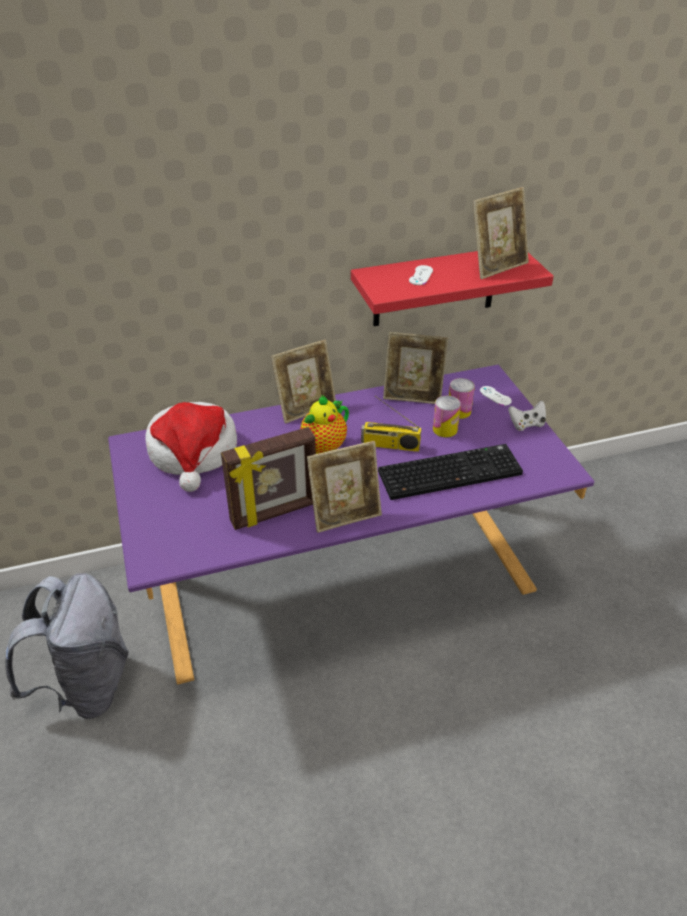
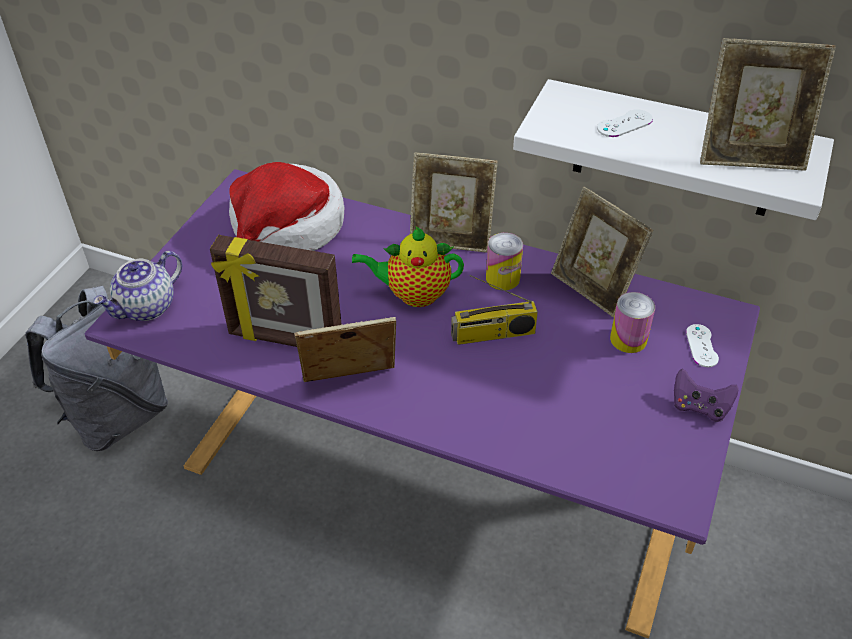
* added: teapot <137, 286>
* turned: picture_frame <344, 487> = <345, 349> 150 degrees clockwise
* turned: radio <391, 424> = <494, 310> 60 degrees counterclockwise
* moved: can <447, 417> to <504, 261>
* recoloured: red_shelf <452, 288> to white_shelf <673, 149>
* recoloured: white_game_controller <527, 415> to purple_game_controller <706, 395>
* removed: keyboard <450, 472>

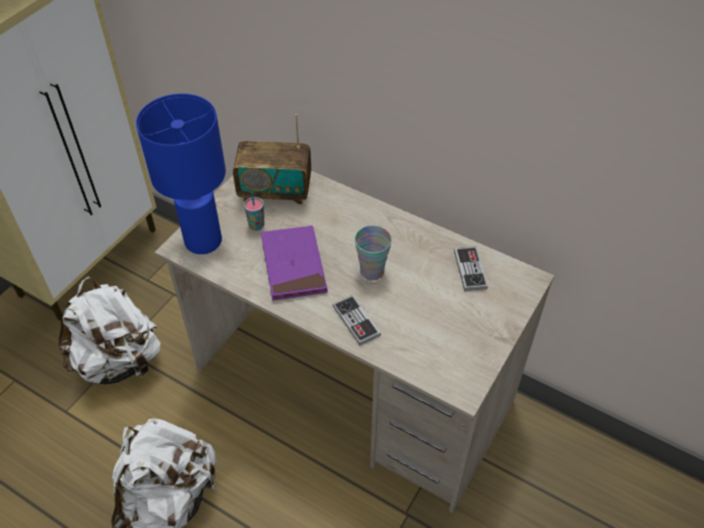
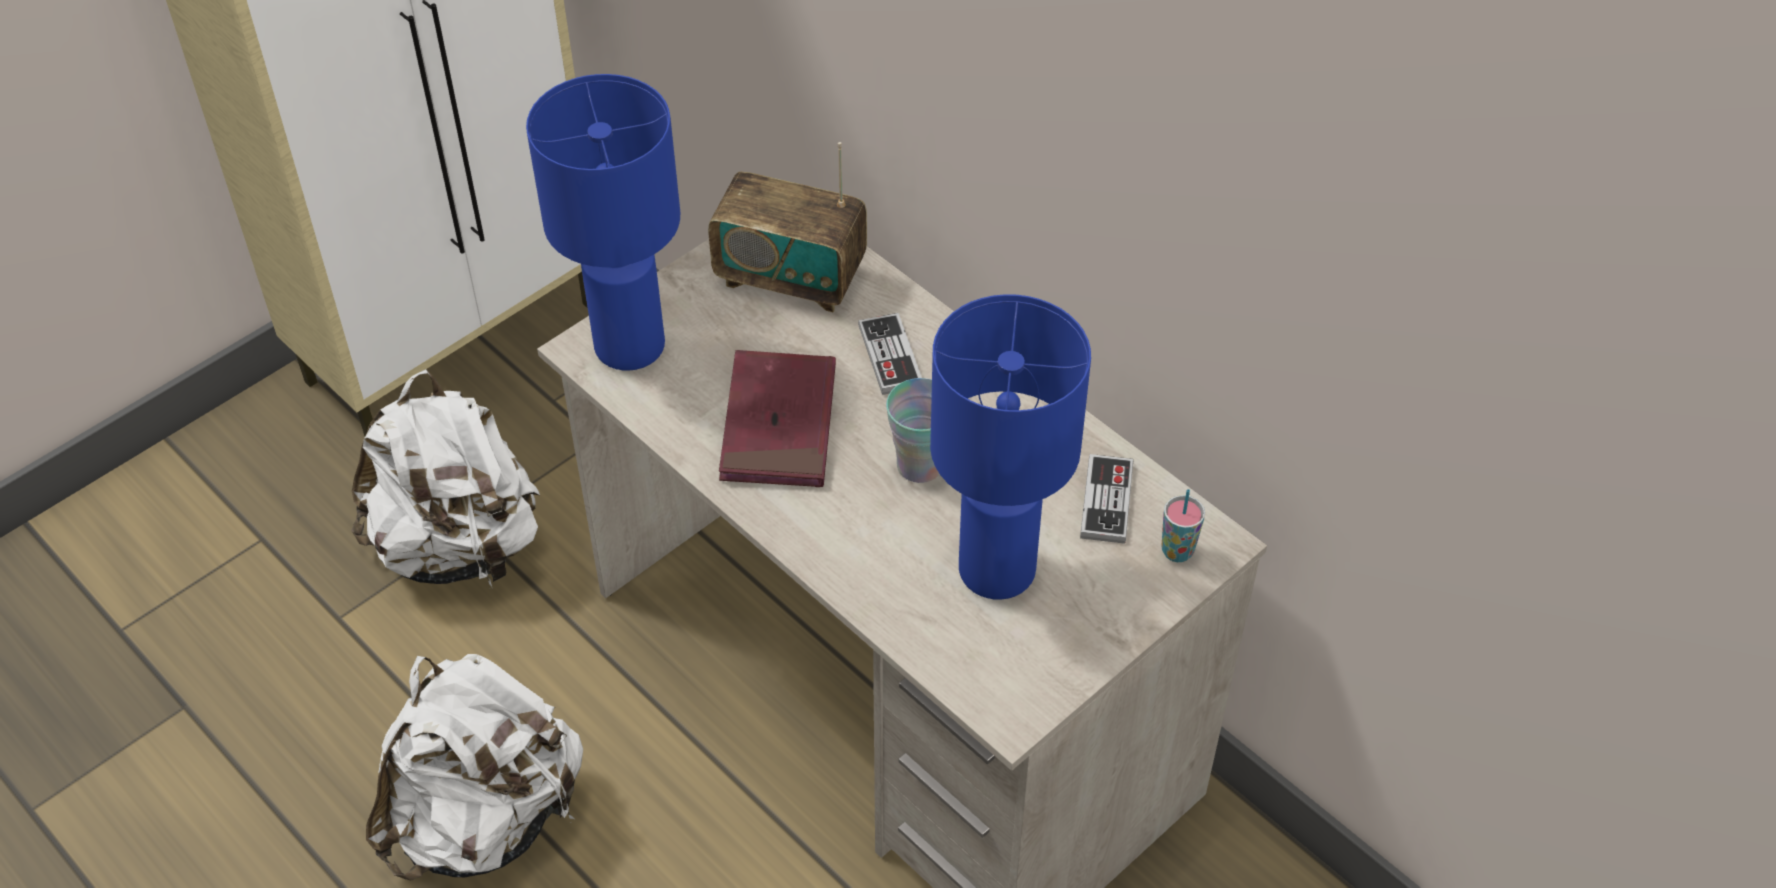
* recoloured: purple_book <294, 263> to red_book <777, 418>
* moved: game_controller <357, 320> to <890, 354>
* added: blue_table_lamp <1010, 447>
* moved: cup <254, 211> to <1183, 525>

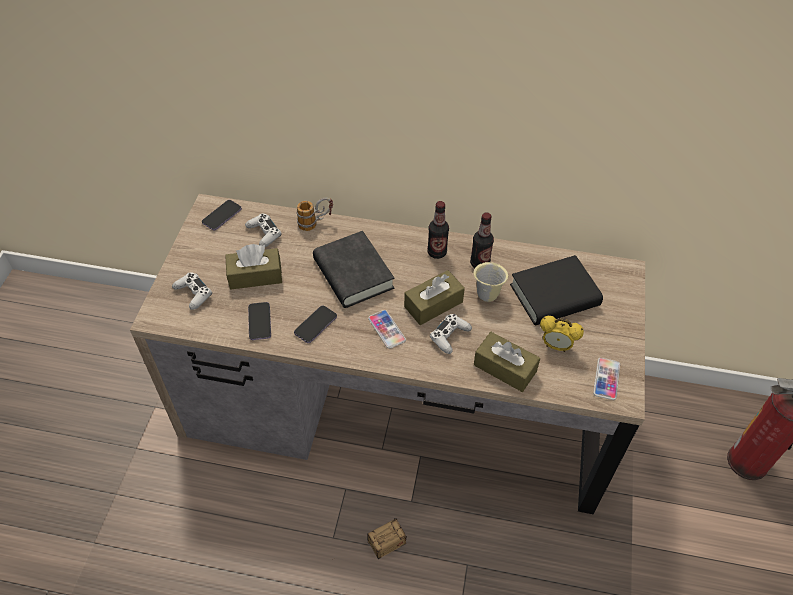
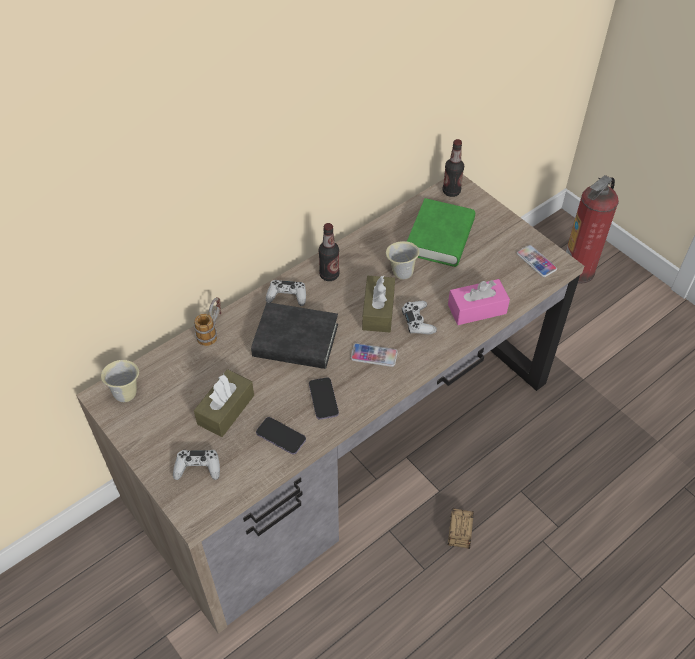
* replaced: phone <222, 215> to beige_mug <120, 381>
* moved: white_game_controller <263, 230> to <286, 293>
* recoloured: black_book <556, 290> to green_book <441, 232>
* moved: bottle <482, 240> to <453, 168>
* recoloured: brown_tissue_box <507, 362> to pink_tissue_box <479, 302>
* removed: alarm_clock <562, 334>

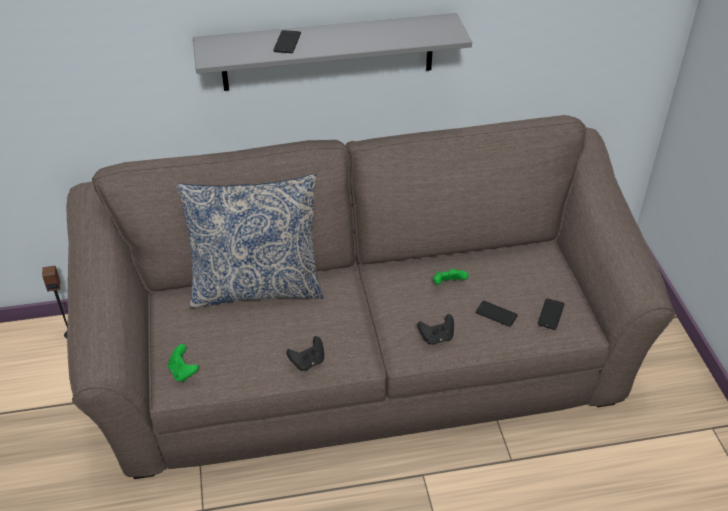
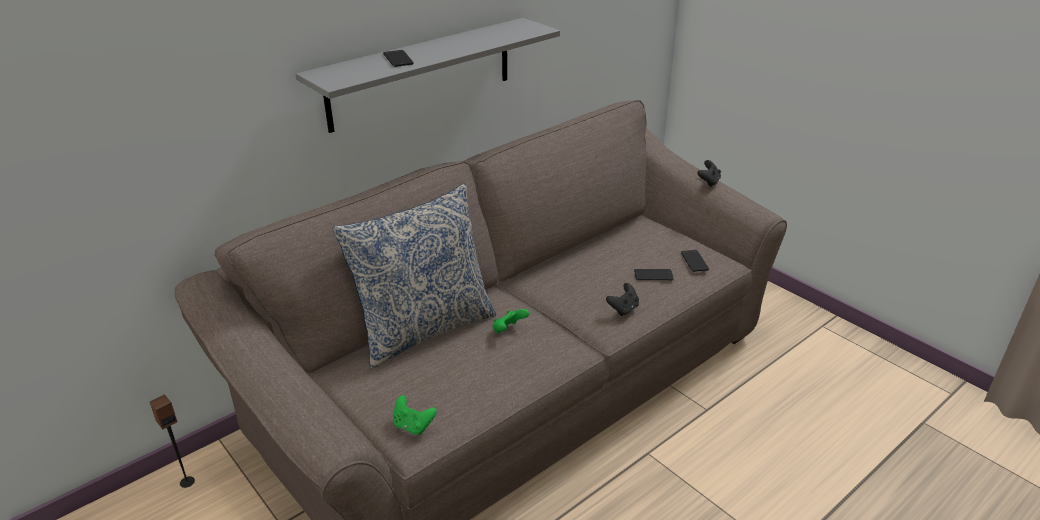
* moved: green_game_controller <451, 276> to <510, 321>
* moved: black_game_controller <305, 353> to <709, 173>

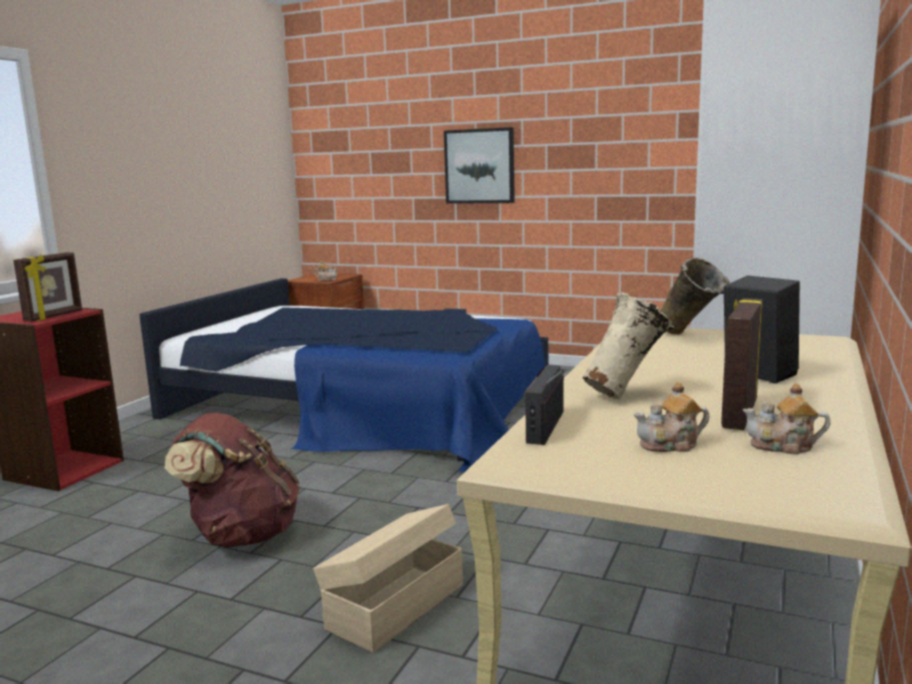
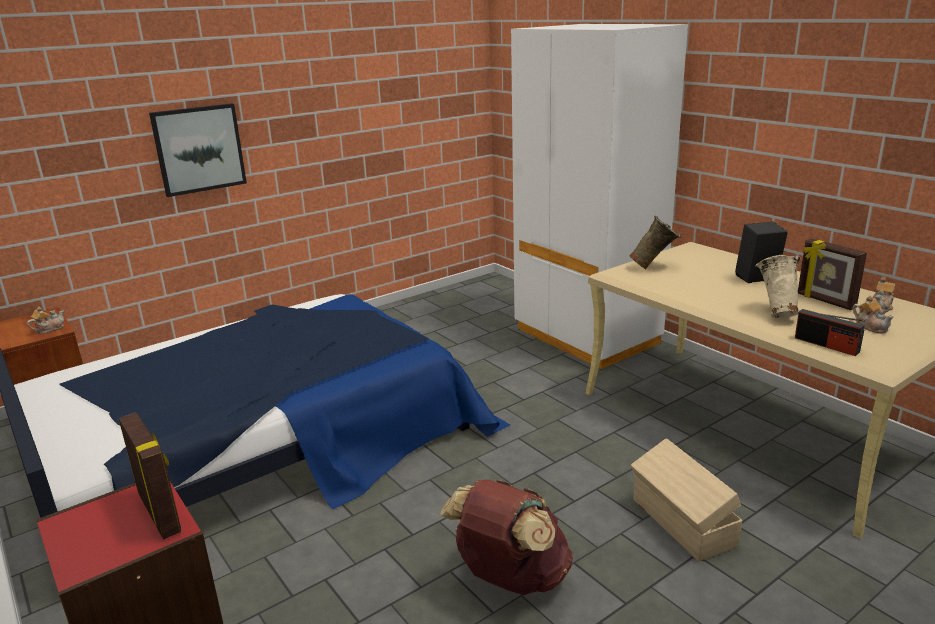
* turned: teapot <671, 417> = <873, 315> 45 degrees counterclockwise

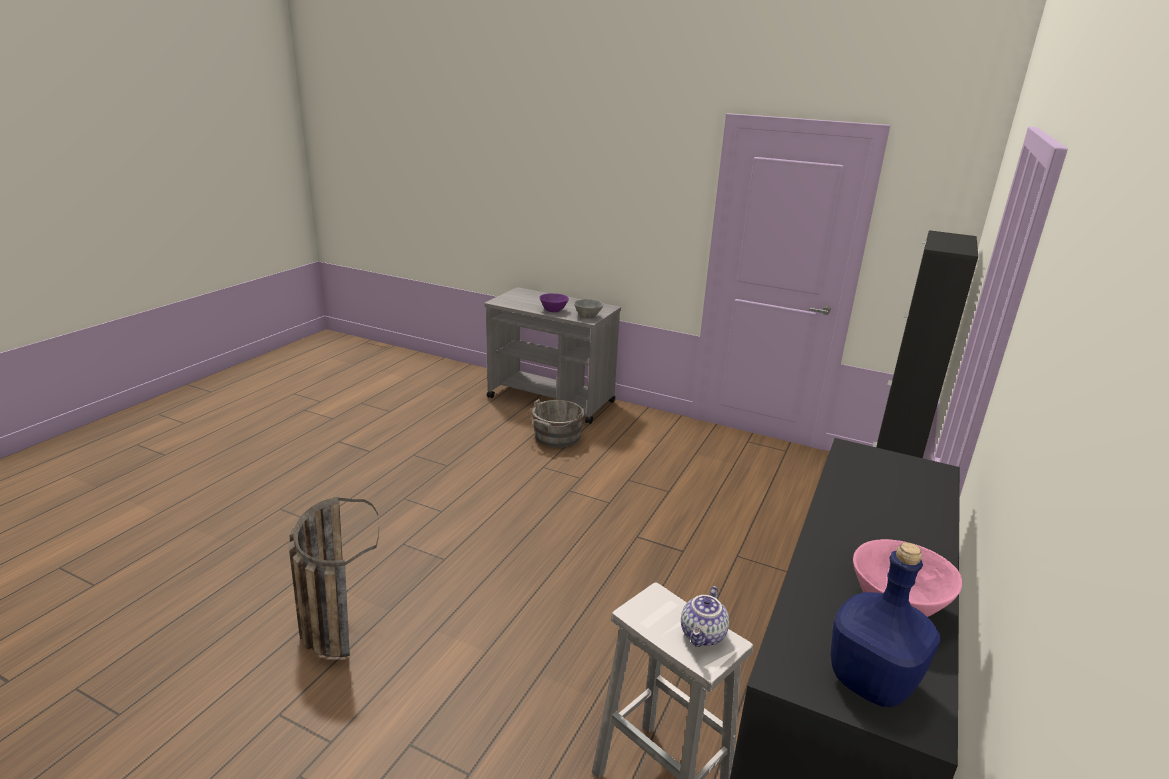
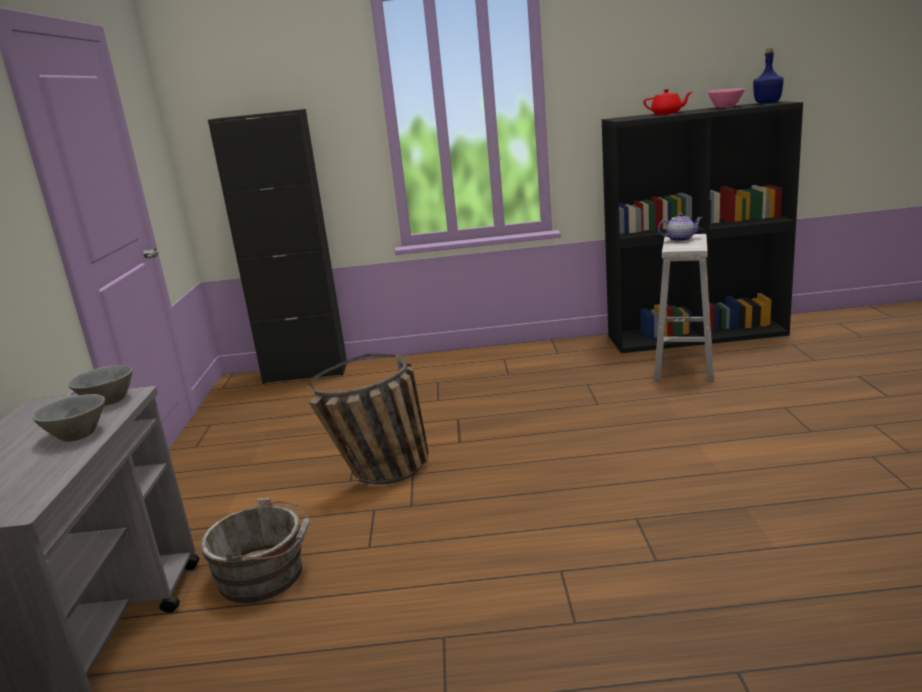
* recoloured: purple_bowl <554, 302> to grey_bowl <68, 418>
* moved: basket <333, 577> to <368, 419>
* added: red_teapot <667, 101>

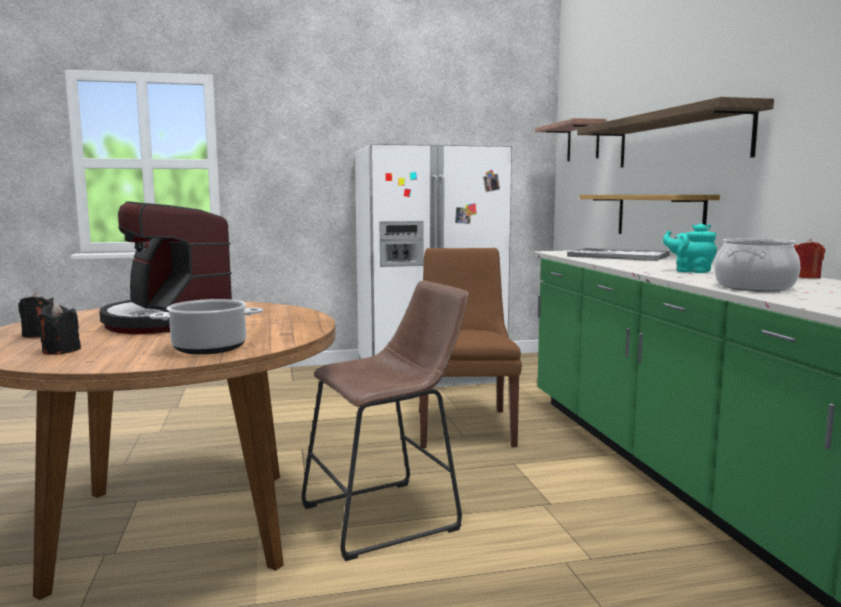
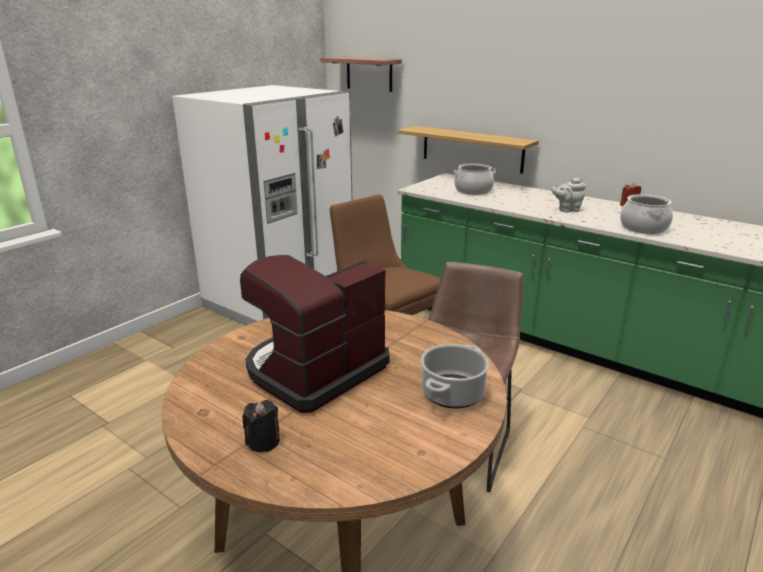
* turned: coffee_machine <166, 267> = <315, 334> 120 degrees clockwise
* replaced: tray <618, 254> to cooking_pot <474, 179>
* recoloured: turquoise_teapot <690, 248> to grey_teapot <568, 195>
* removed: black_candle <58, 329>
* removed: shelf <675, 132>

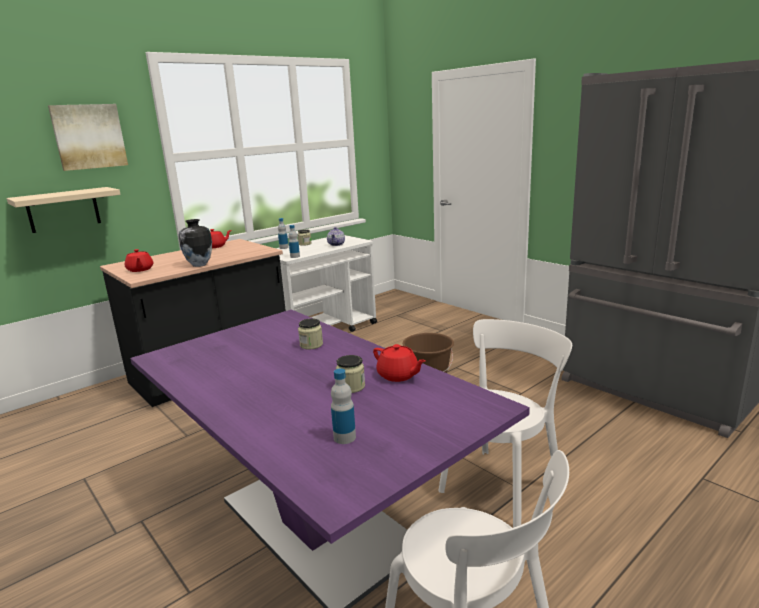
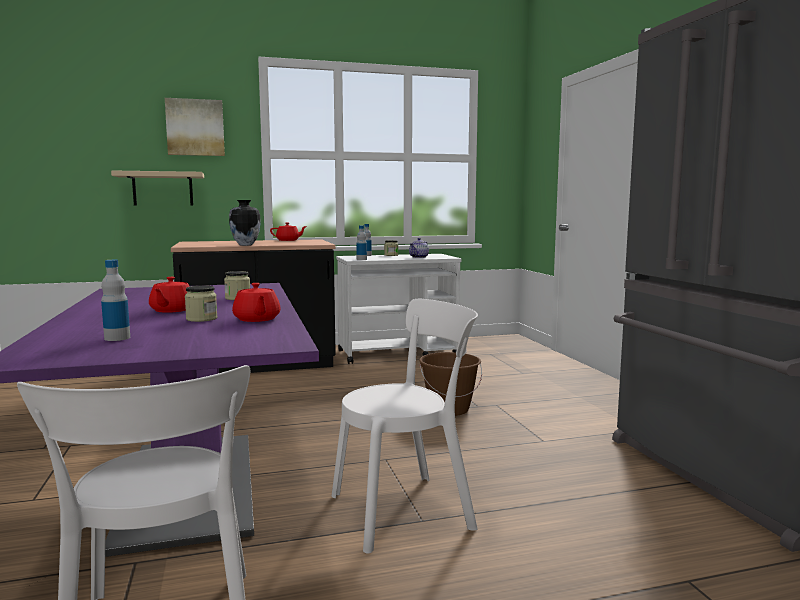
* moved: red_teapot <139, 260> to <169, 295>

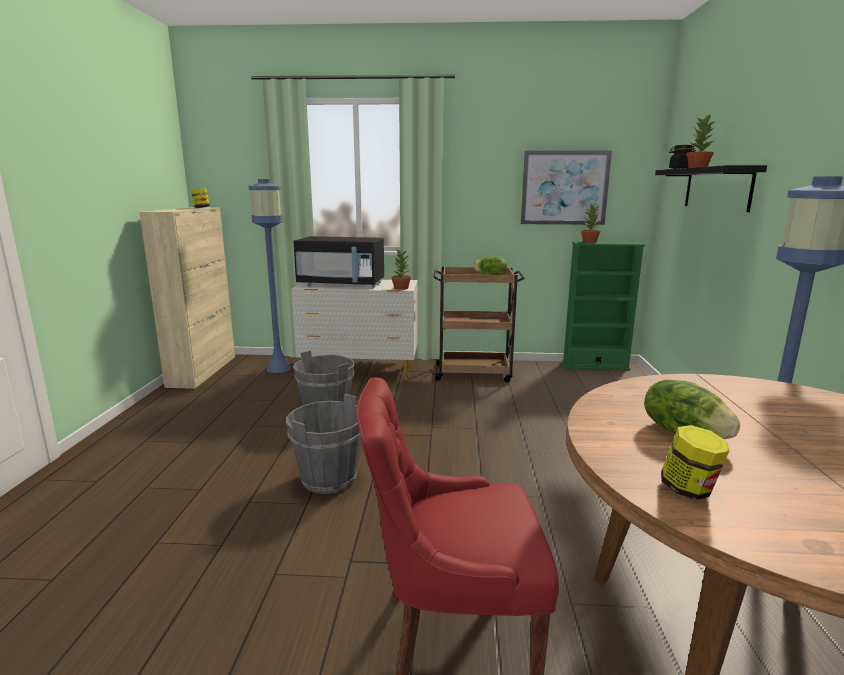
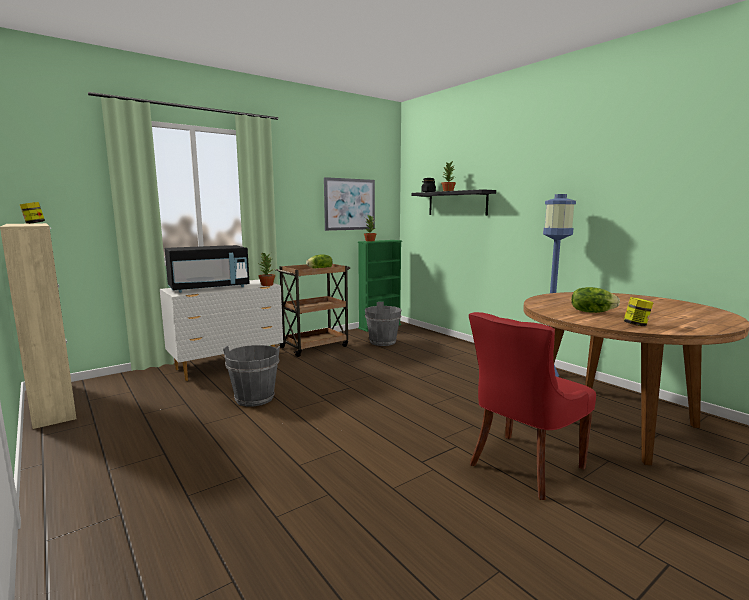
* moved: grey_bucket <324, 444> to <383, 324>
* removed: blue_floor_lamp <270, 276>

